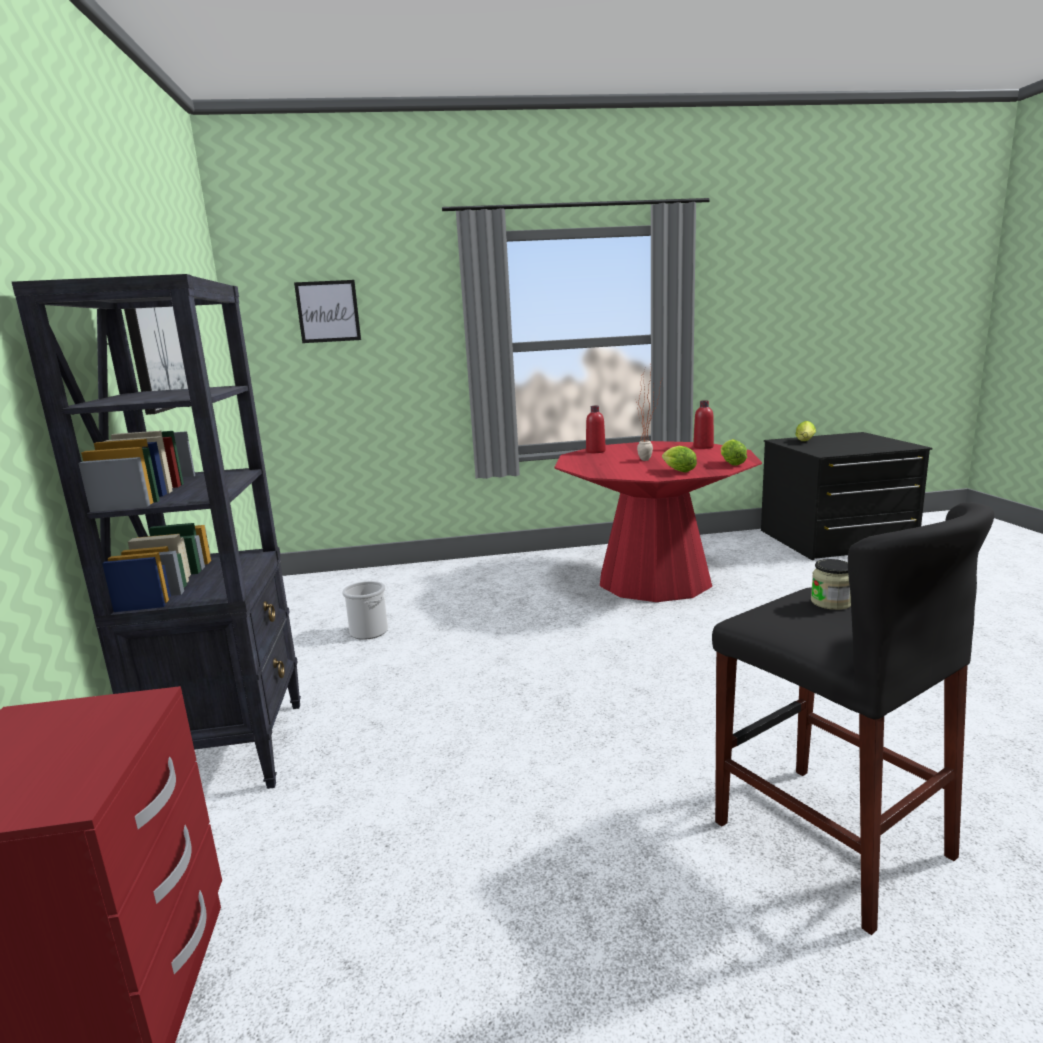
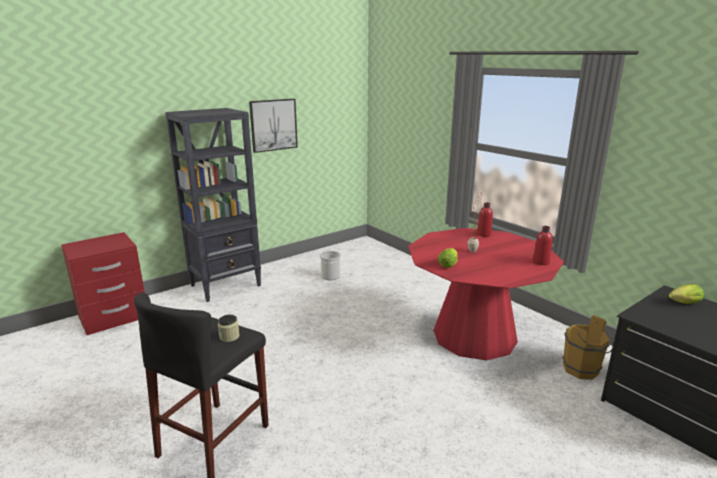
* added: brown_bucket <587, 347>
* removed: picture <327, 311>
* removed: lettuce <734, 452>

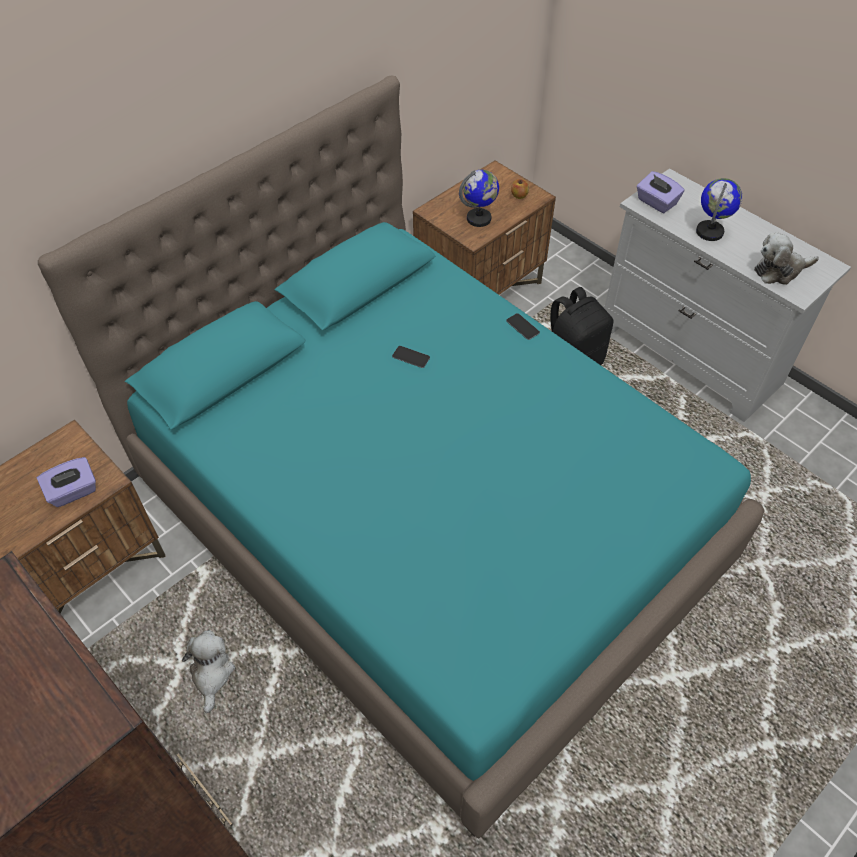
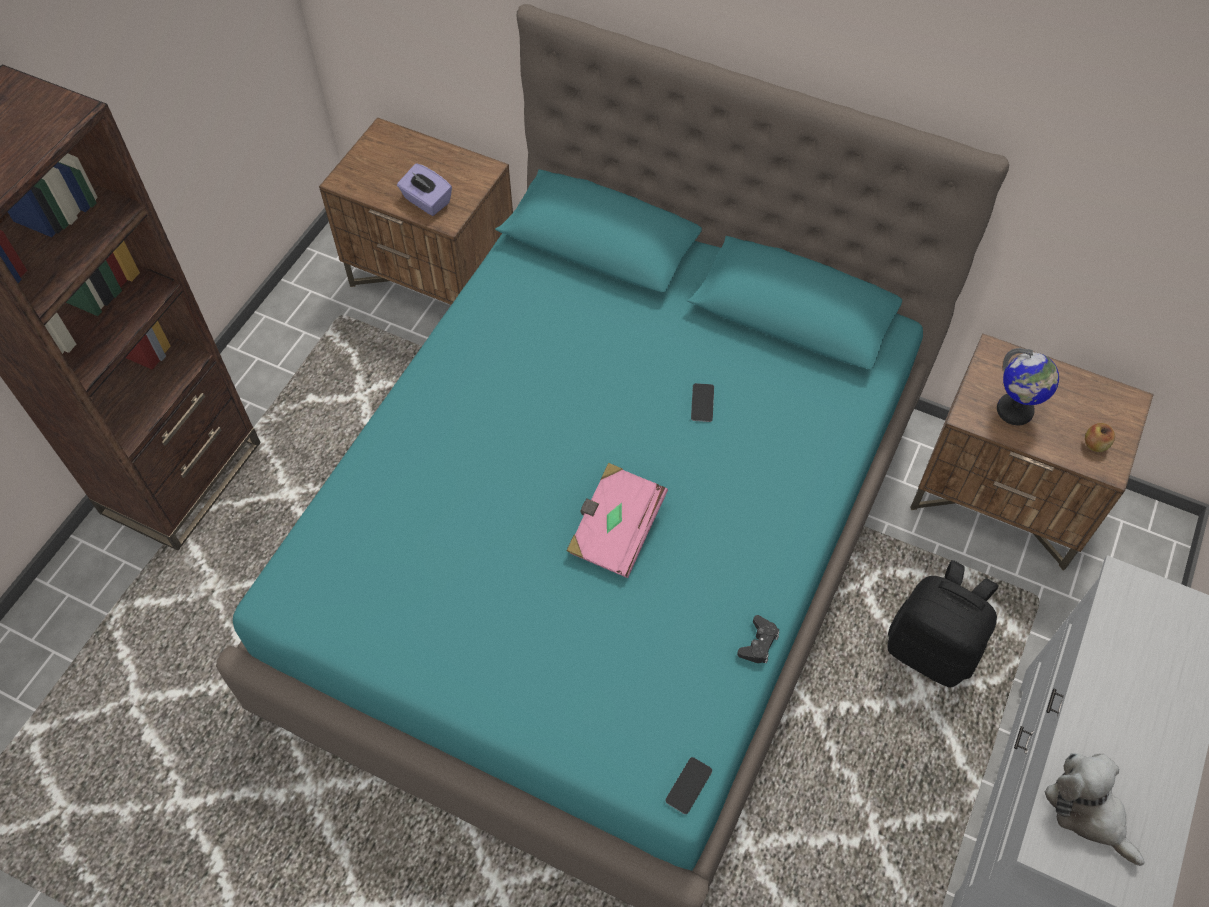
* added: pink_book <617, 520>
* moved: phone <523, 326> to <688, 785>
* added: black_game_controller <758, 639>
* removed: plush_toy <208, 671>
* removed: purple_tissue_box <660, 192>
* removed: globe <719, 209>

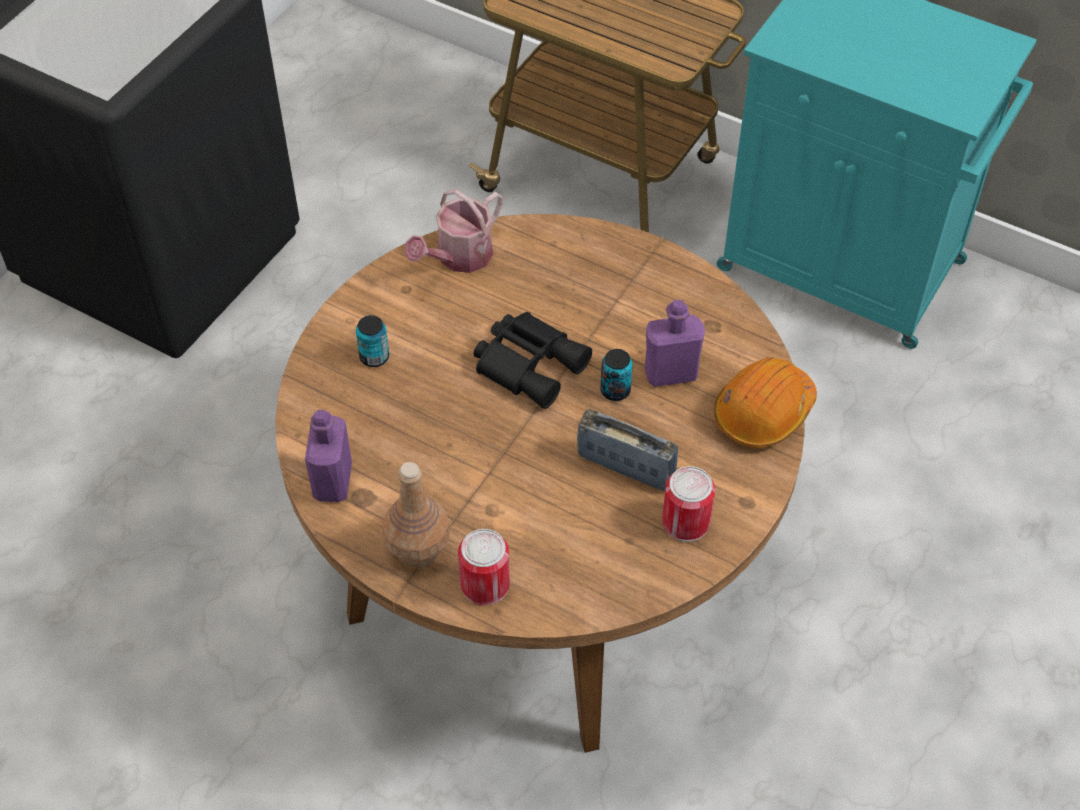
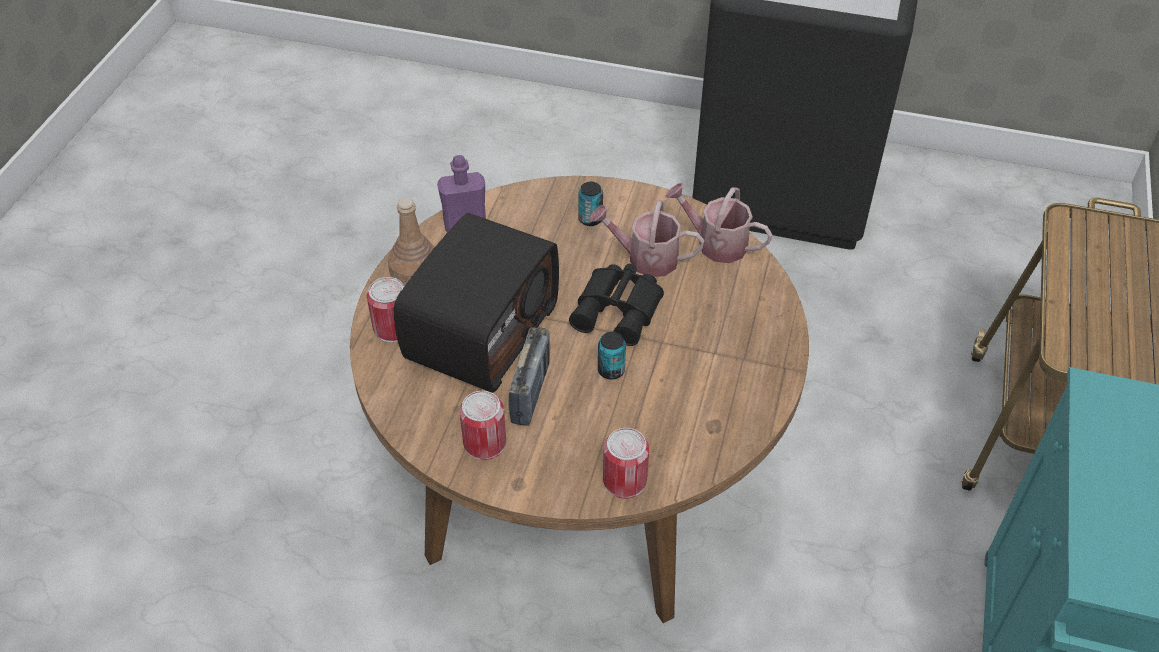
* added: radio <476, 302>
* added: watering_can <646, 238>
* replaced: orange_hard_hat <765, 402> to can <626, 463>
* removed: purple_bottle <675, 343>

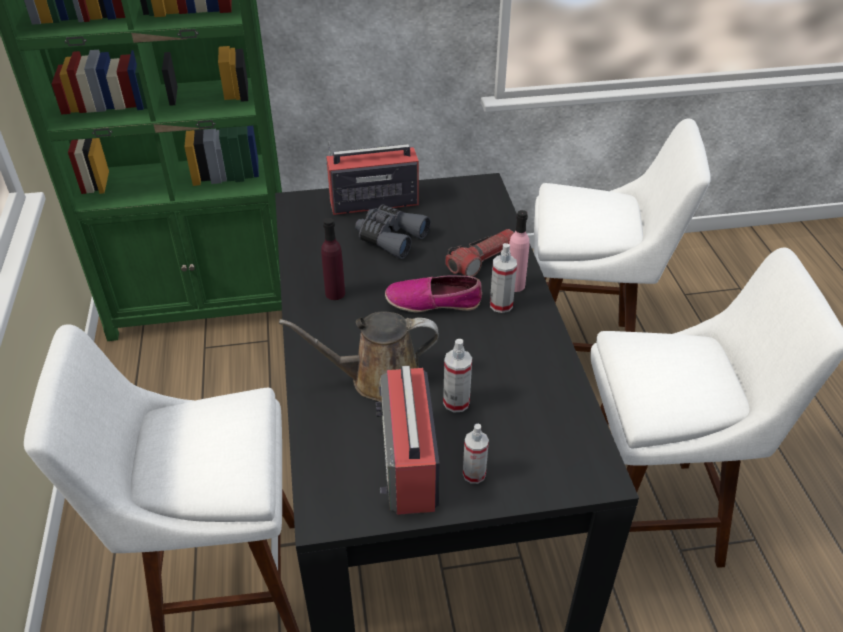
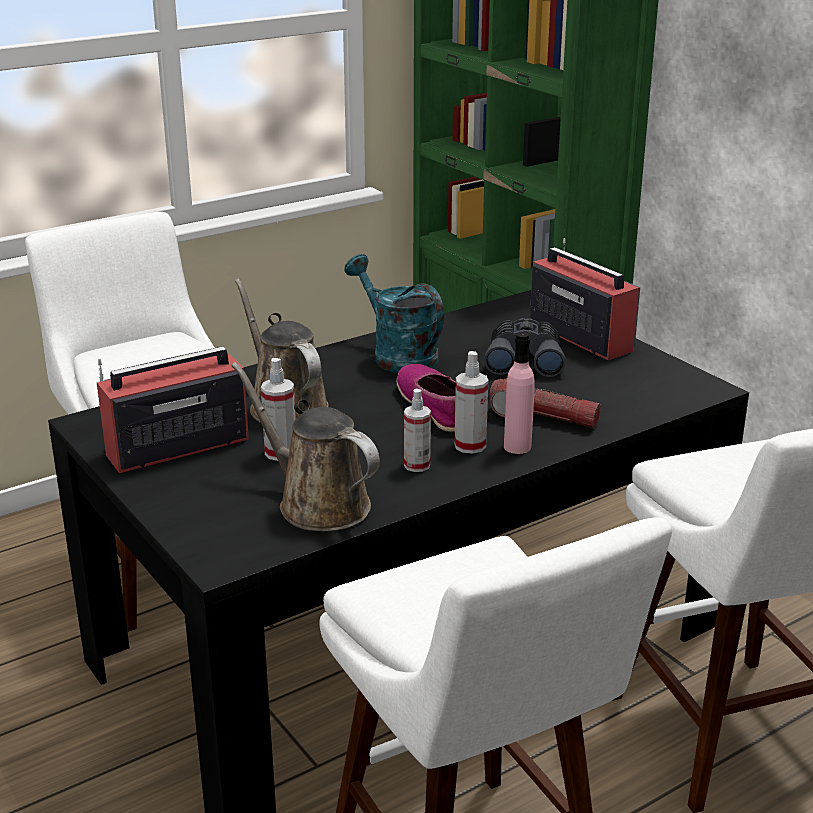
* added: brown_watering_can <305, 446>
* replaced: purple_bottle <333, 259> to turquoise_watering_can <394, 313>
* moved: spray_bottle <476, 454> to <417, 430>

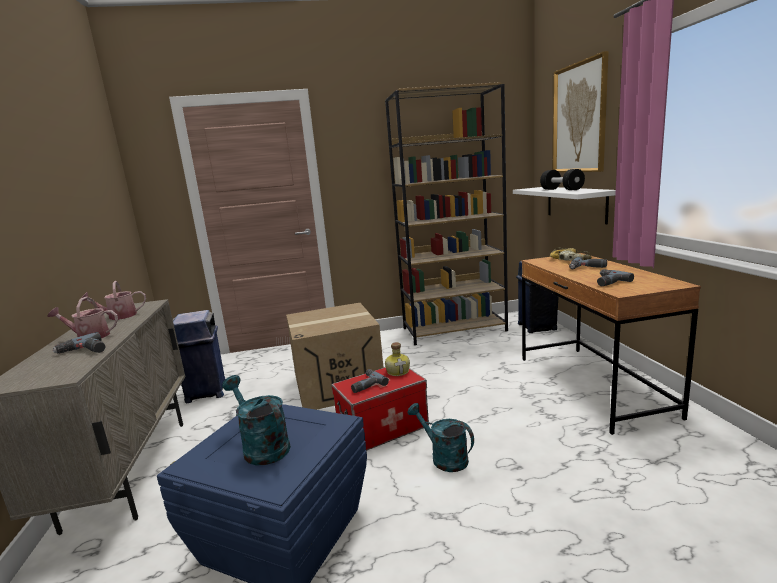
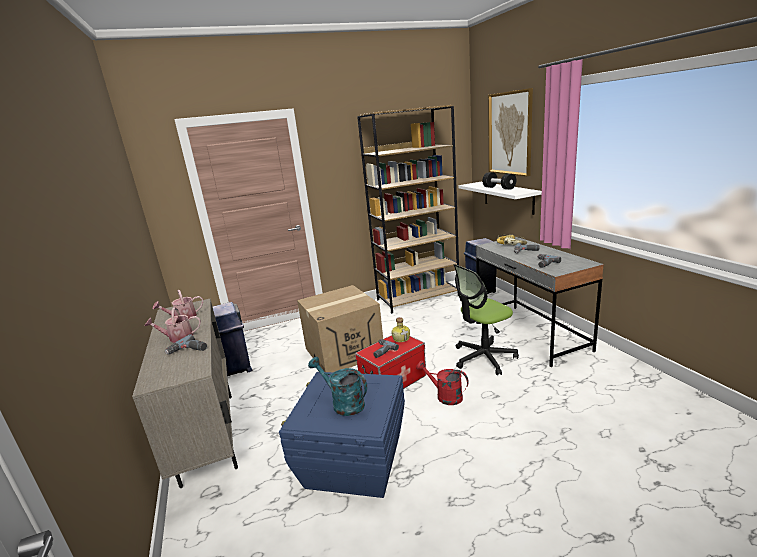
* recoloured: turquoise_watering_can <441, 437> to red_watering_can <442, 383>
* added: office_chair <486, 319>
* recoloured: brown_desk <611, 344> to grey_desk <540, 302>

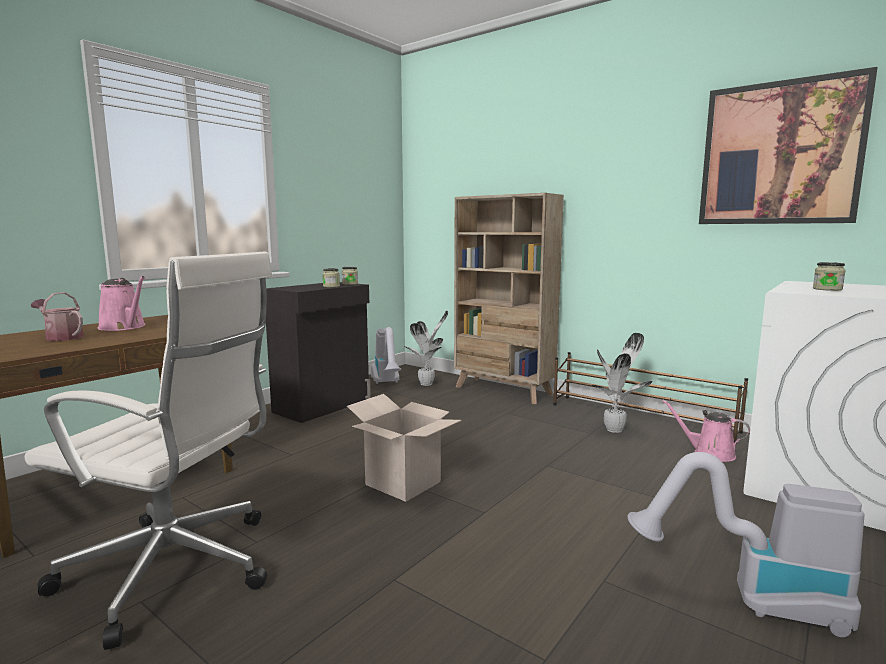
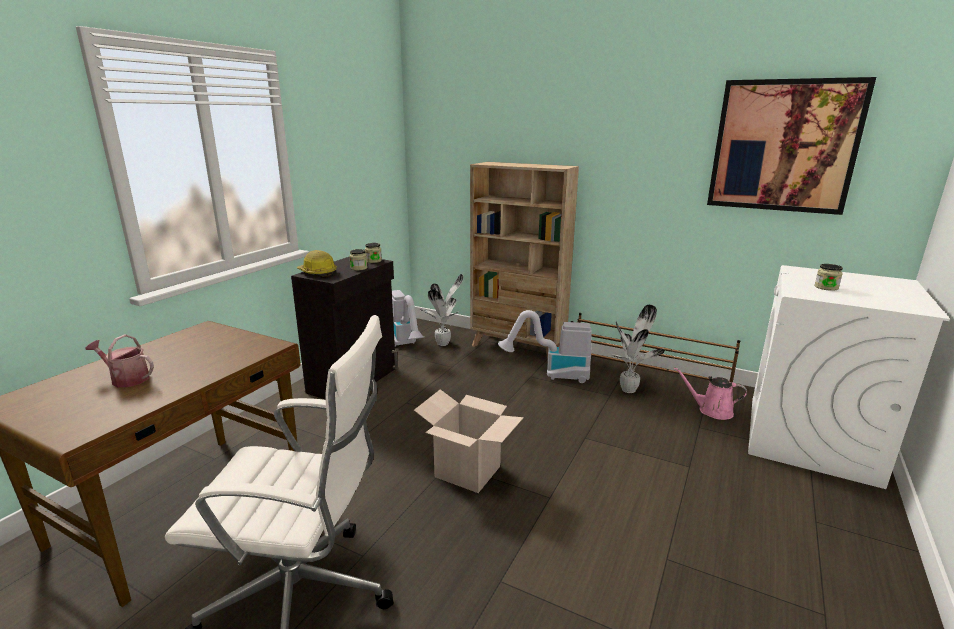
* added: hard_hat <317, 263>
* moved: vacuum_cleaner <746, 544> to <545, 346>
* removed: pink_watering_can <122, 303>

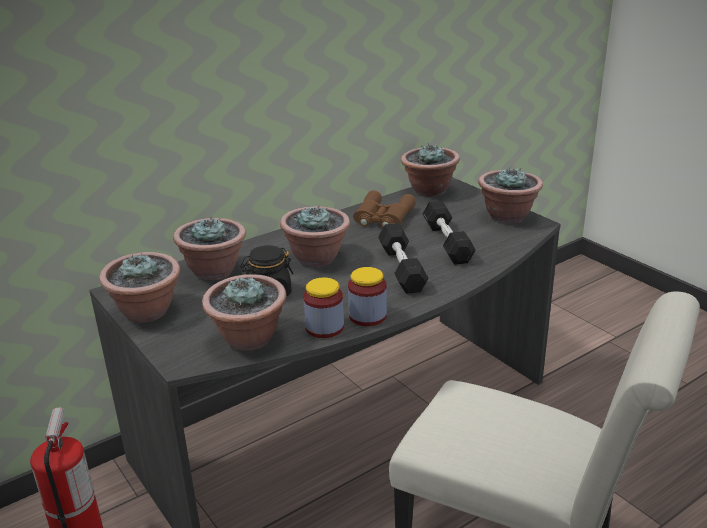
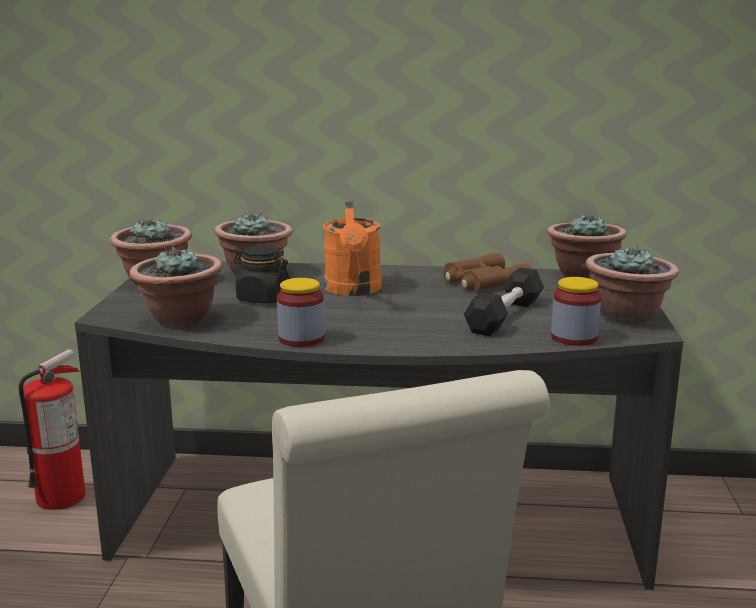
* replaced: potted_plant <315, 236> to orange_watering_can <352, 249>
* moved: jar <323, 308> to <576, 311>
* removed: black_dumbbell <403, 258>

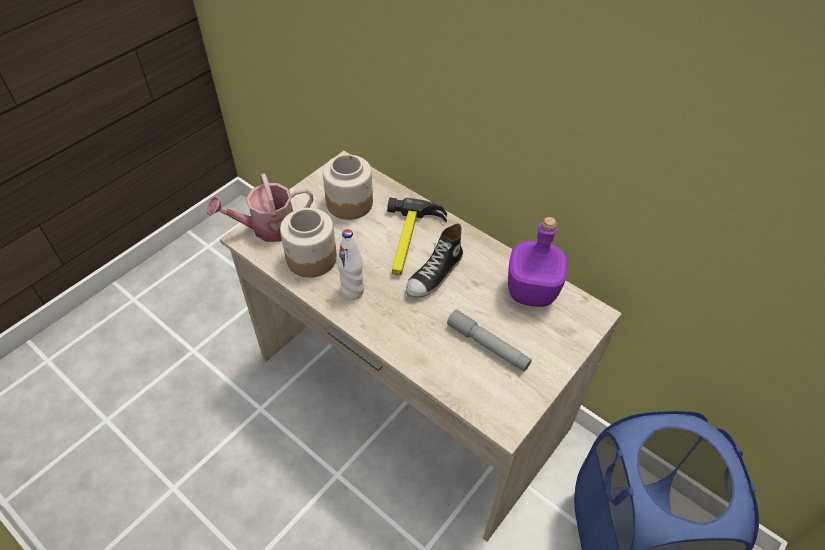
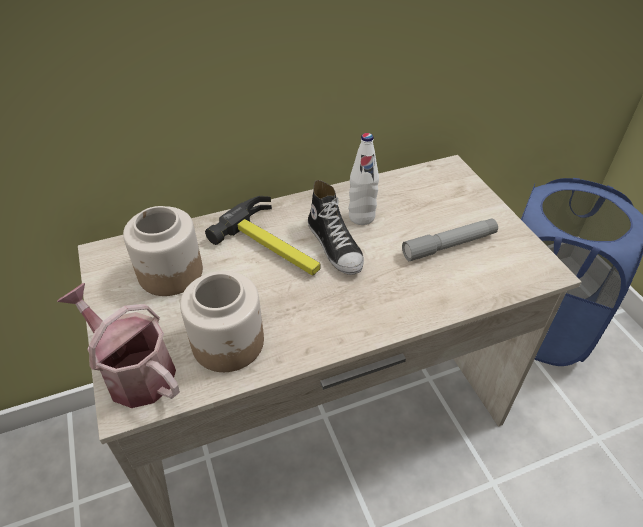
* turned: watering_can <260, 207> = <118, 345> 120 degrees clockwise
* moved: white_bottle <350, 264> to <363, 179>
* removed: purple_bottle <538, 262>

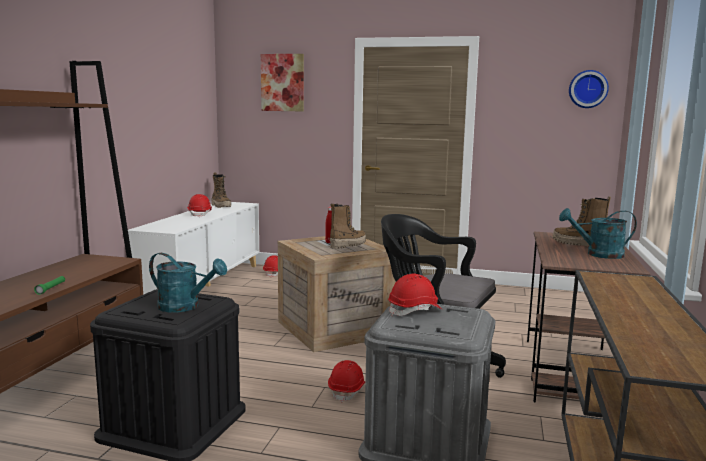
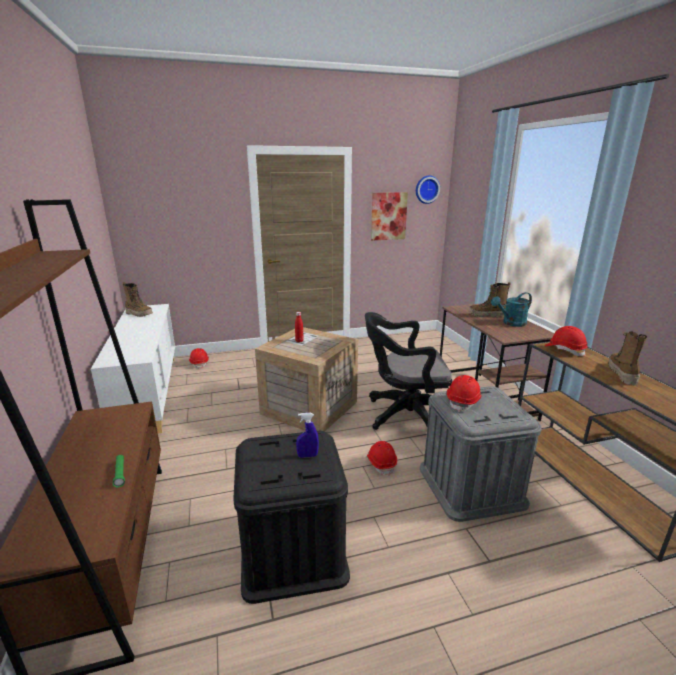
* replaced: turquoise_watering_can <188, 282> to blue_spray_bottle <307, 435>
* moved: picture <282, 83> to <389, 216>
* moved: red_hard_hat <199, 205> to <566, 341>
* moved: boot <348, 226> to <627, 358>

